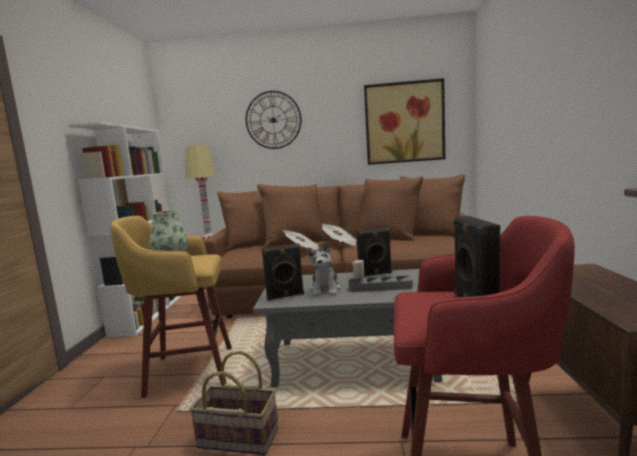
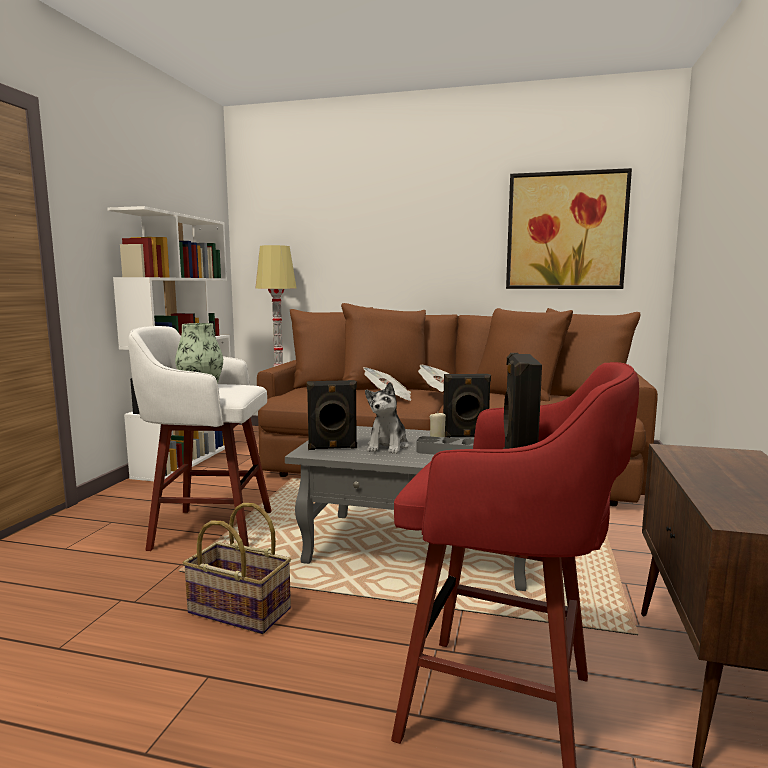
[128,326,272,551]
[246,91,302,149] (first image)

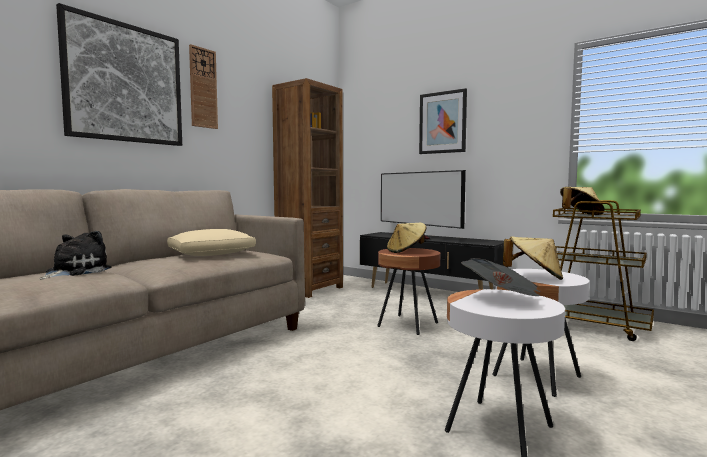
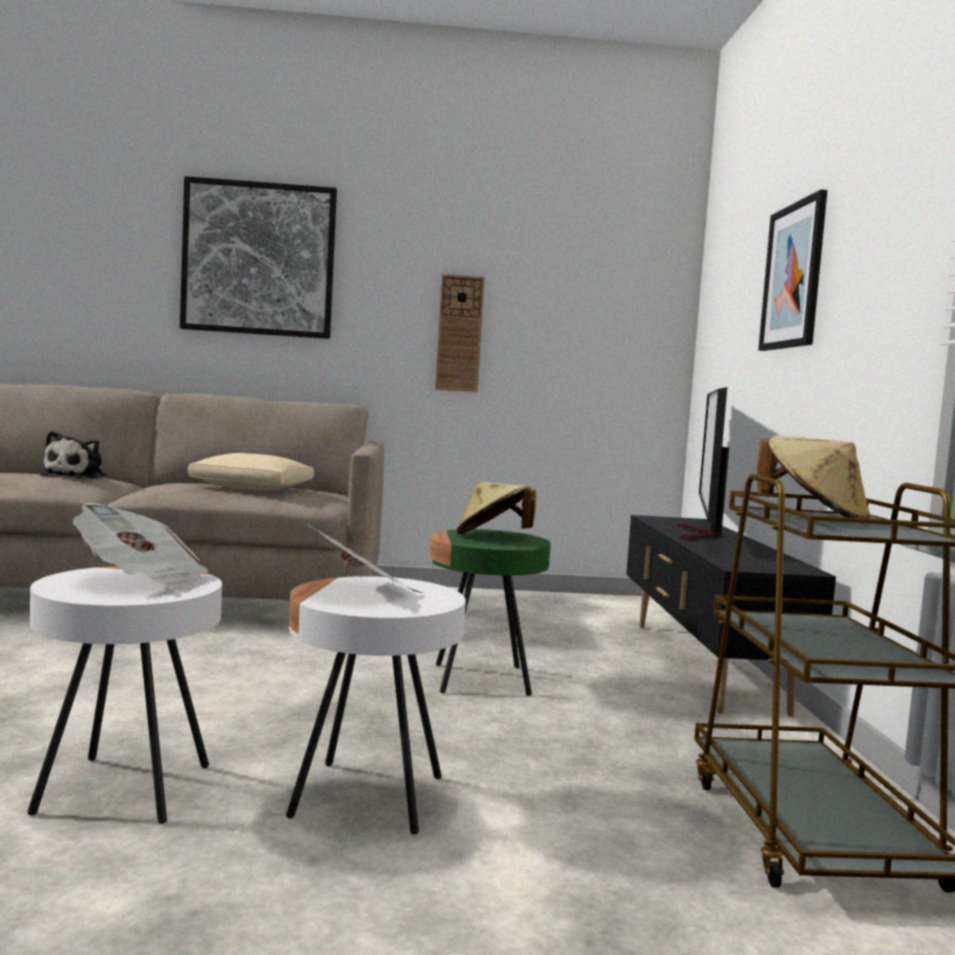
[40,431,108,479]
[435,274,485,392]
[272,78,343,298] (first image)
[430,529,551,696]
[293,520,423,593]

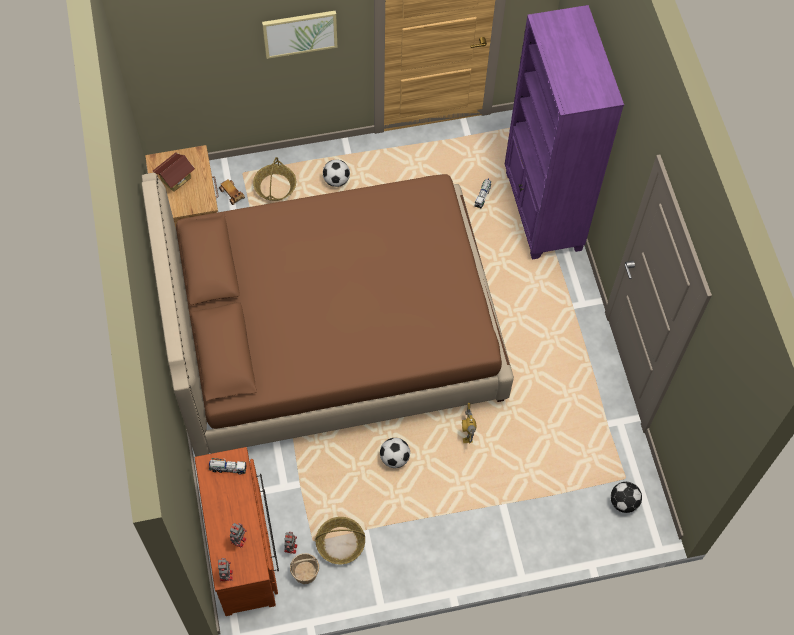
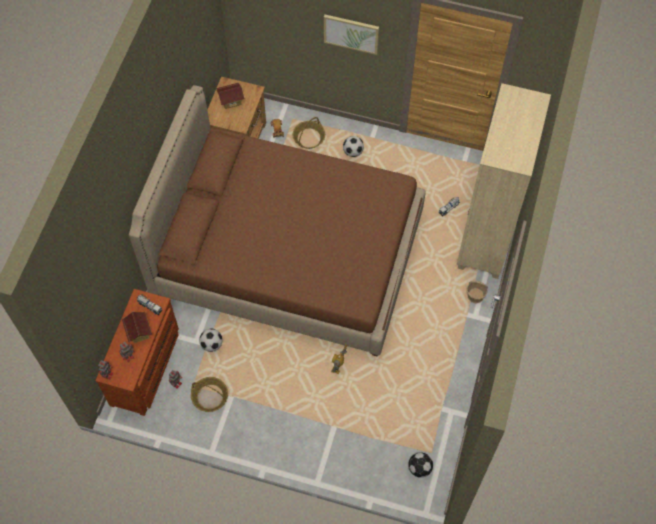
[467,281,488,303]
[199,329,223,352]
[457,83,551,279]
[122,312,152,343]

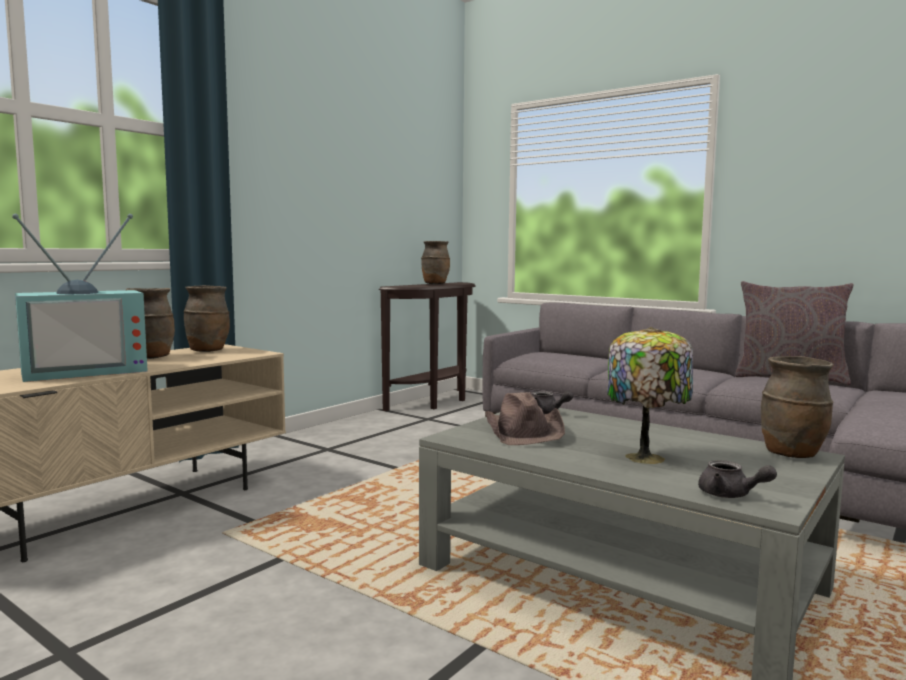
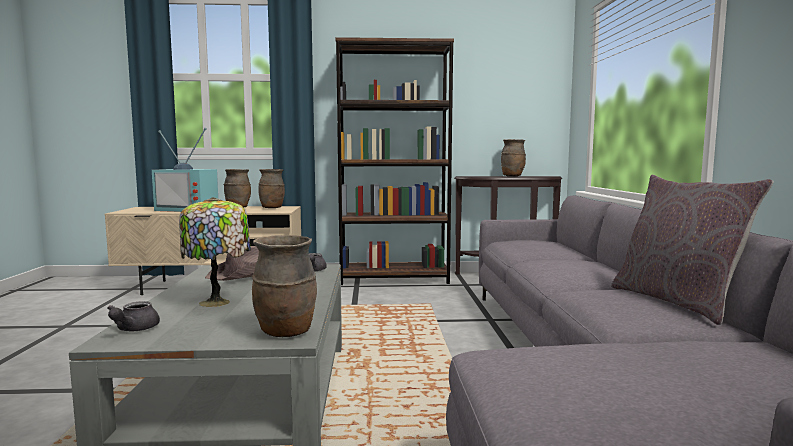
[335,37,454,285]

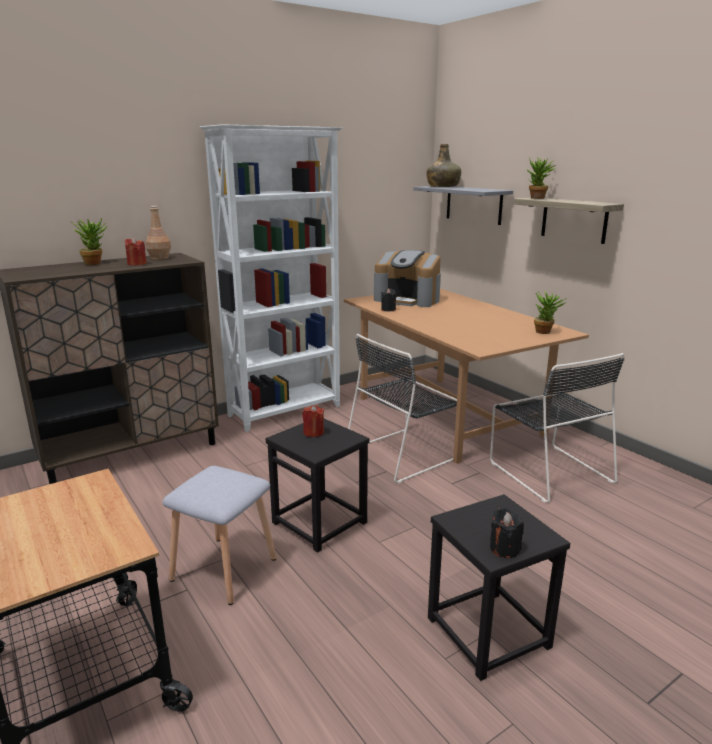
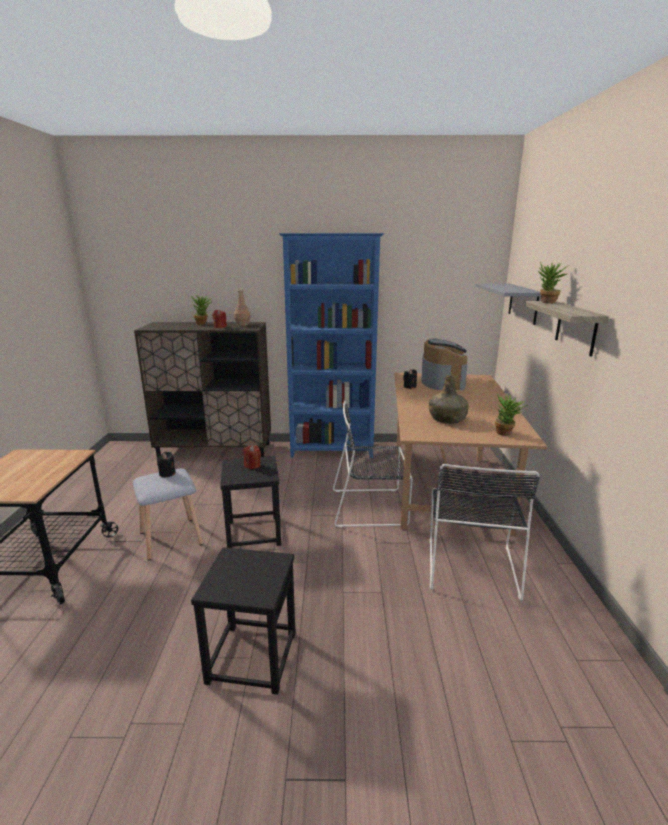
[279,233,384,458]
[421,338,467,390]
[429,375,469,424]
[156,452,176,477]

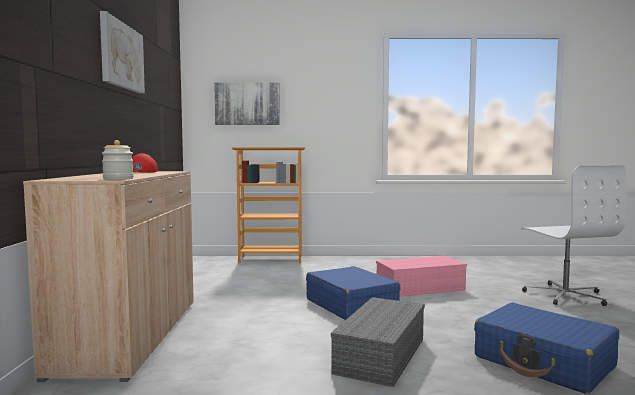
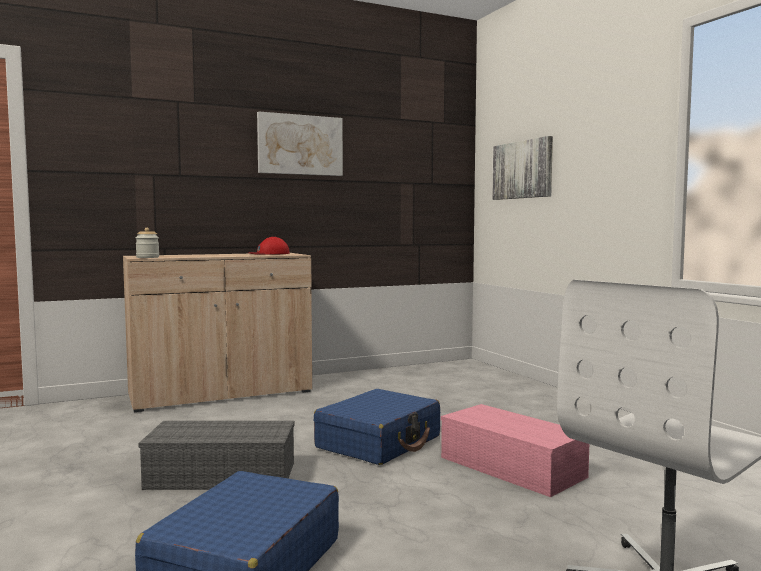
[232,148,305,263] (first image)

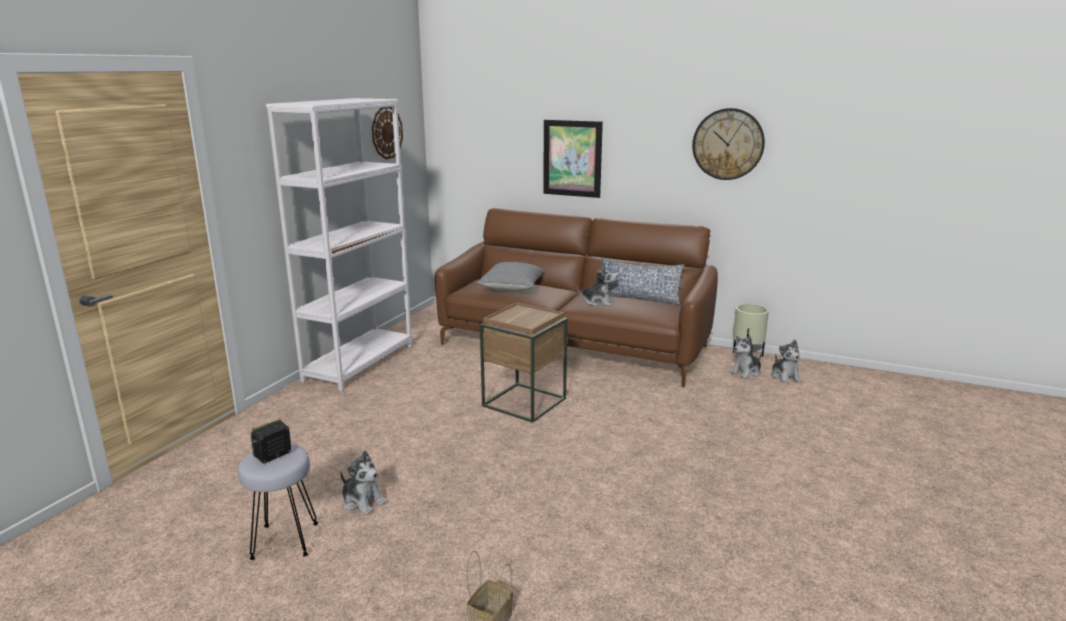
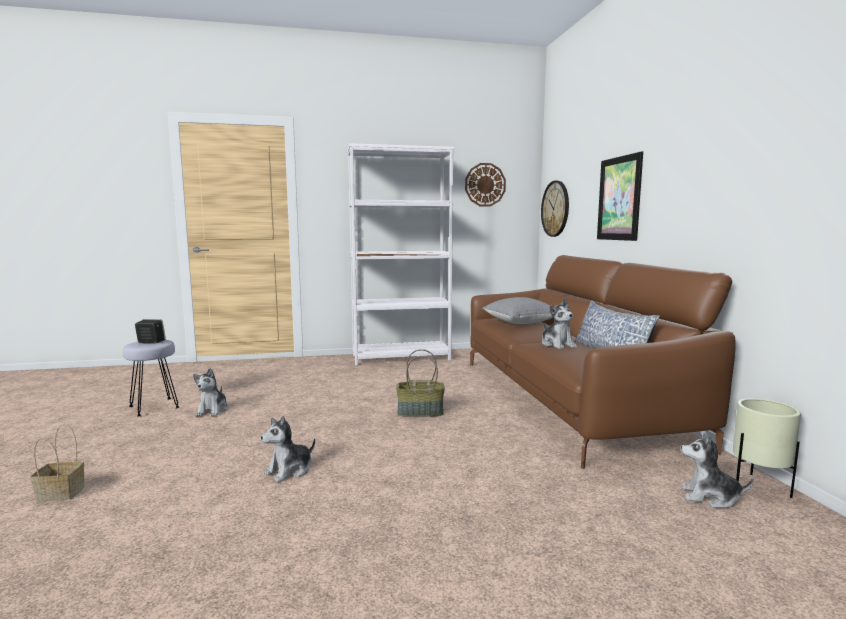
[396,349,445,417]
[541,181,569,237]
[261,416,315,483]

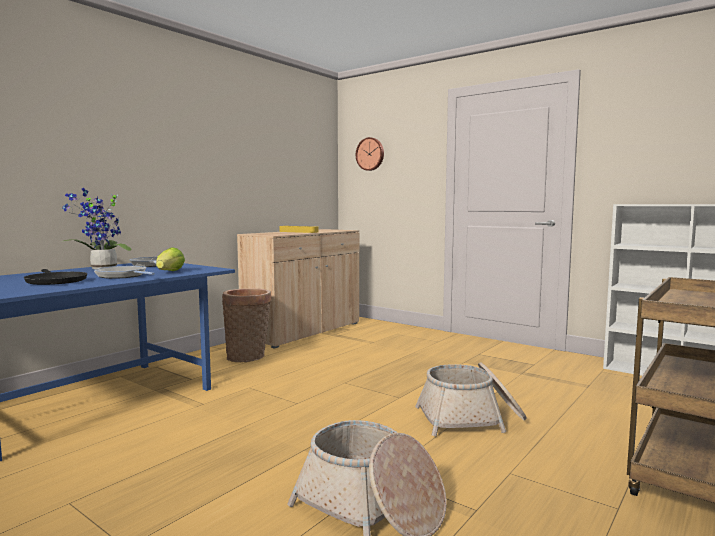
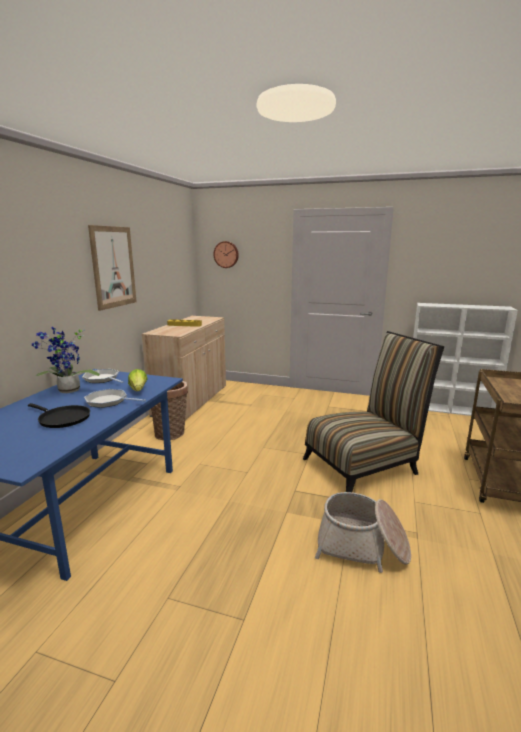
[303,331,444,492]
[88,225,137,311]

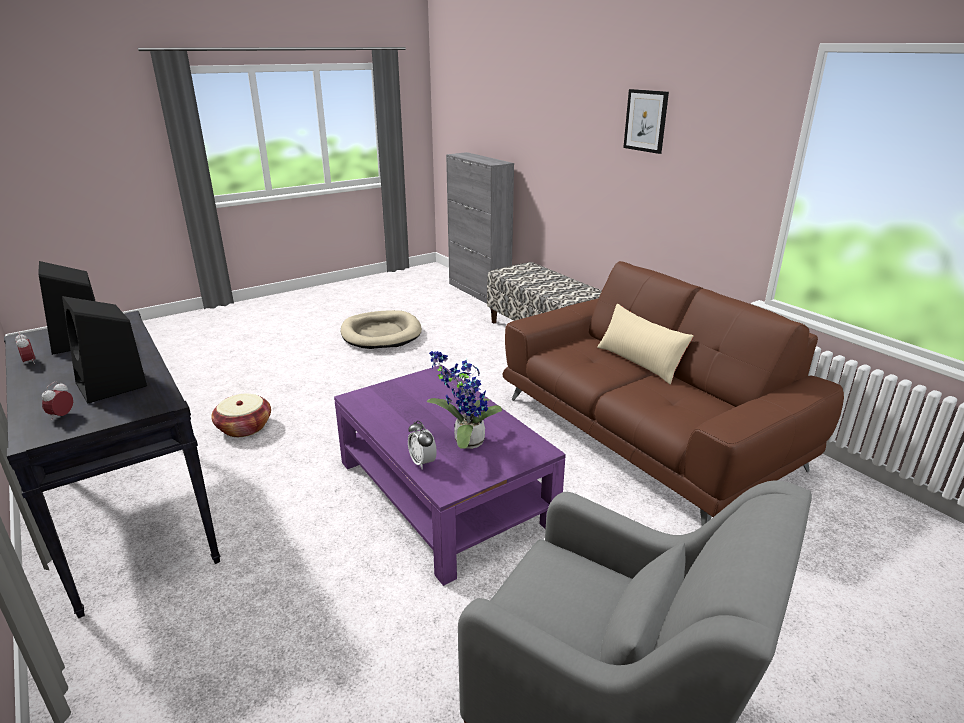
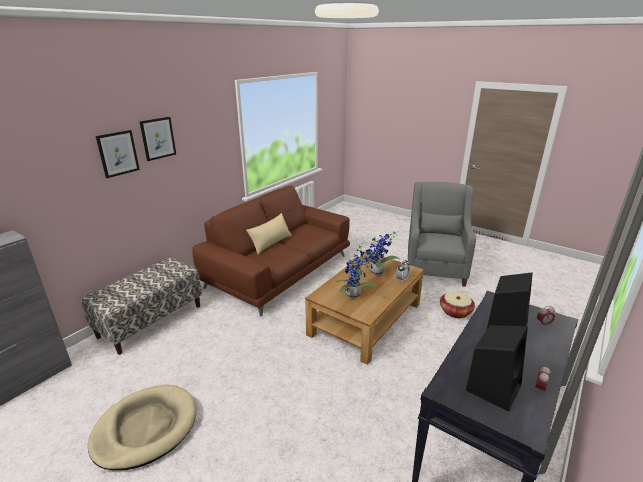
[440,291,475,318]
[305,252,424,365]
[96,130,140,178]
[336,244,375,298]

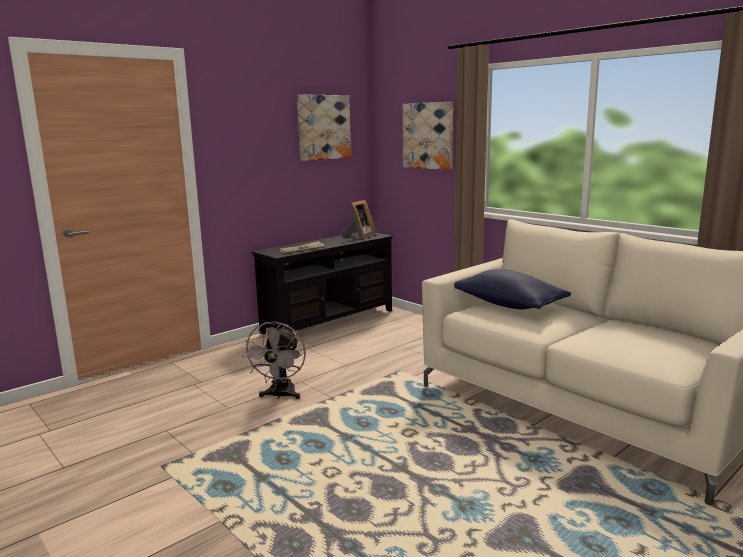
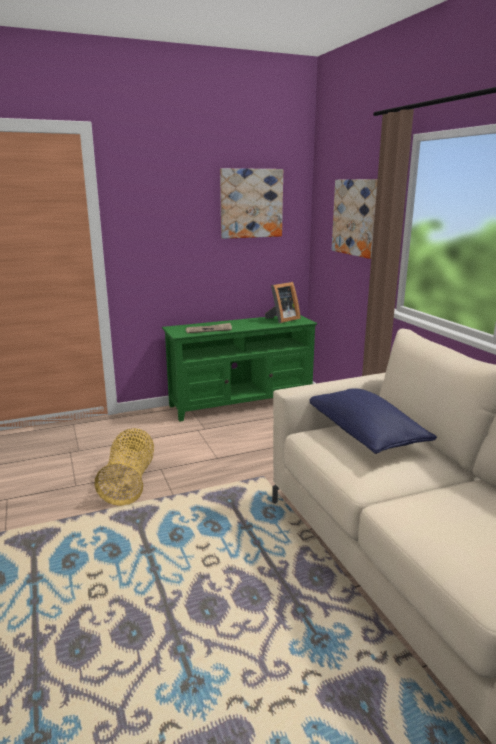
[95,428,154,506]
[162,315,317,422]

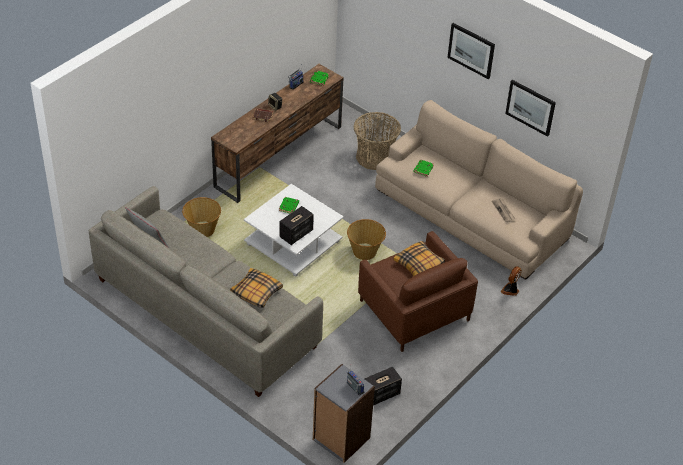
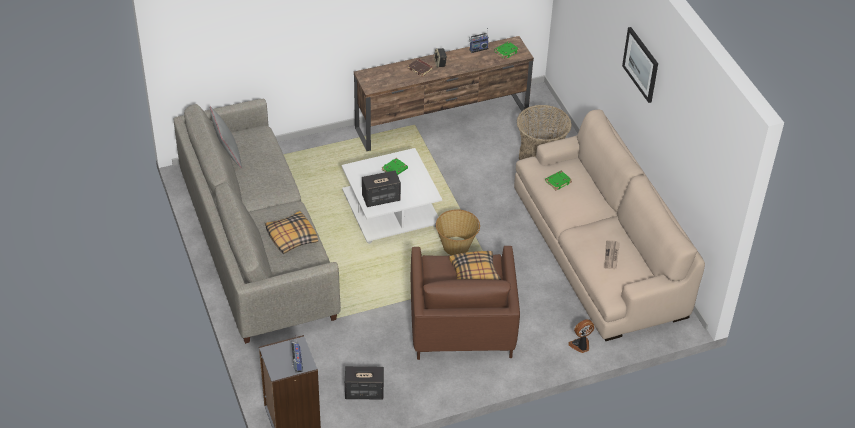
[182,197,221,237] (first image)
[505,80,556,137] (first image)

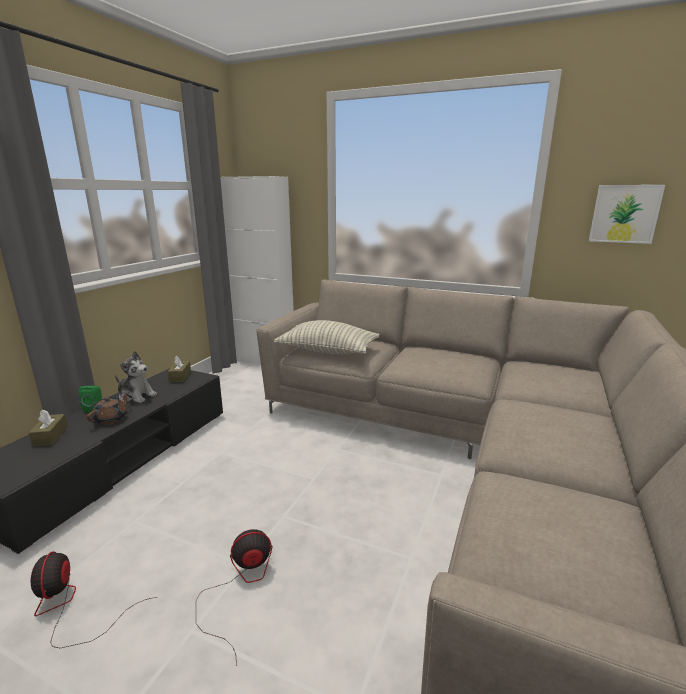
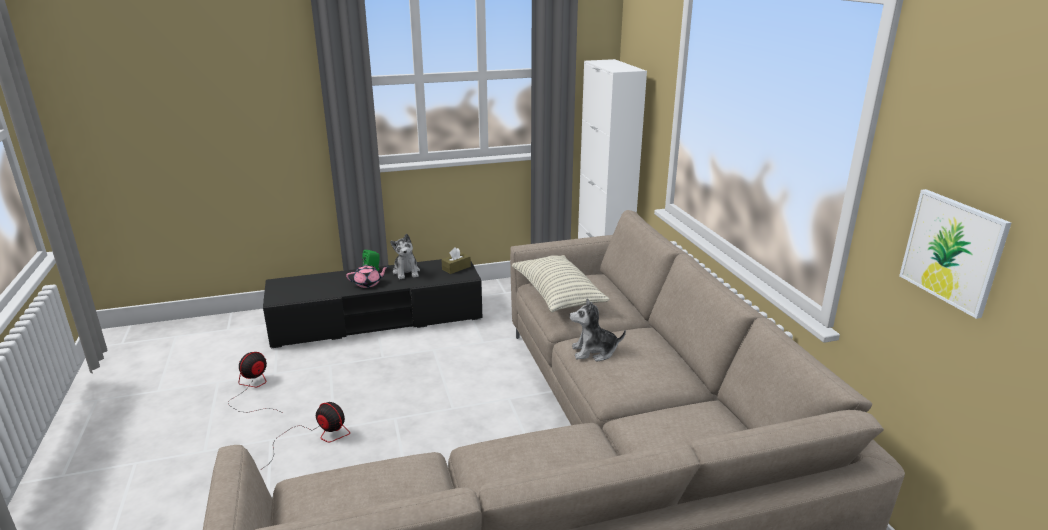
[29,409,68,447] (first image)
[346,265,389,288]
[569,298,626,362]

